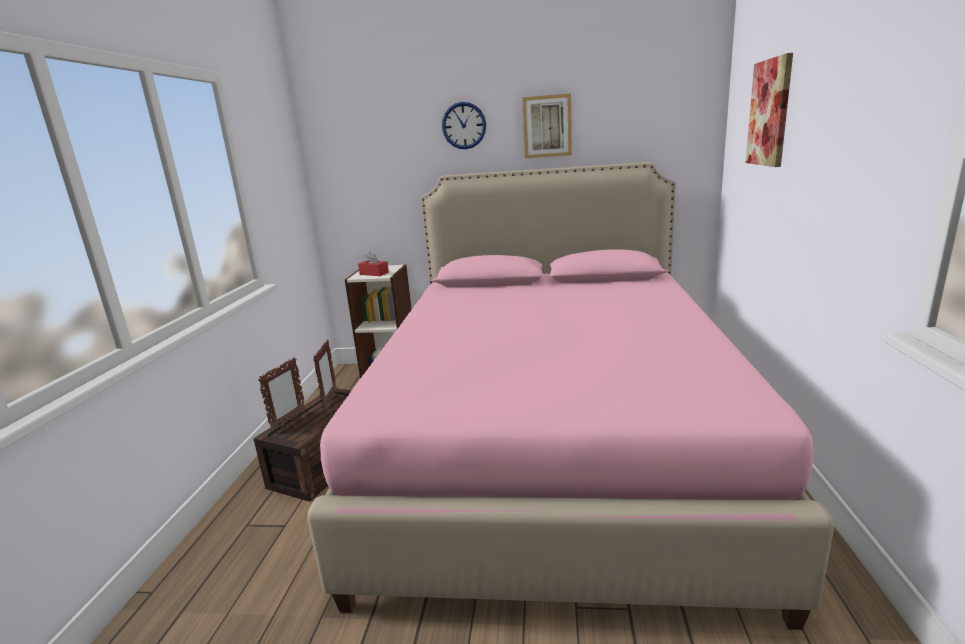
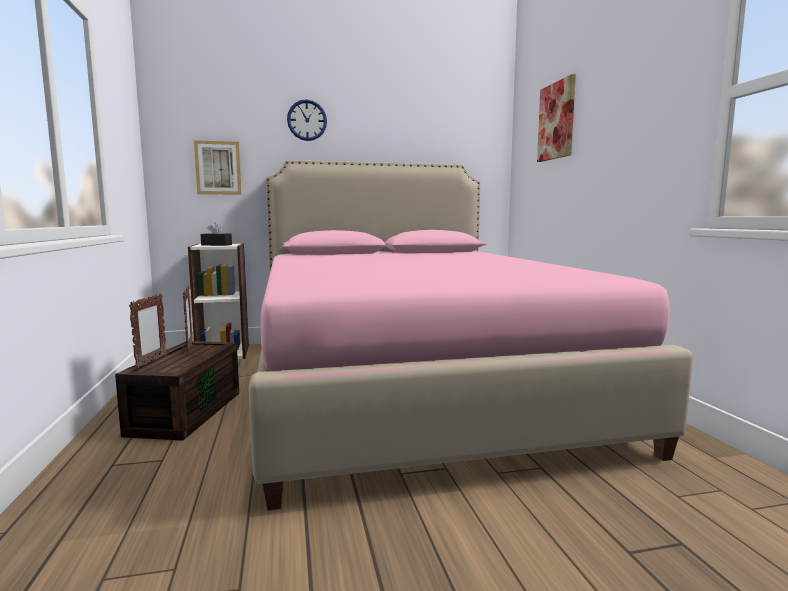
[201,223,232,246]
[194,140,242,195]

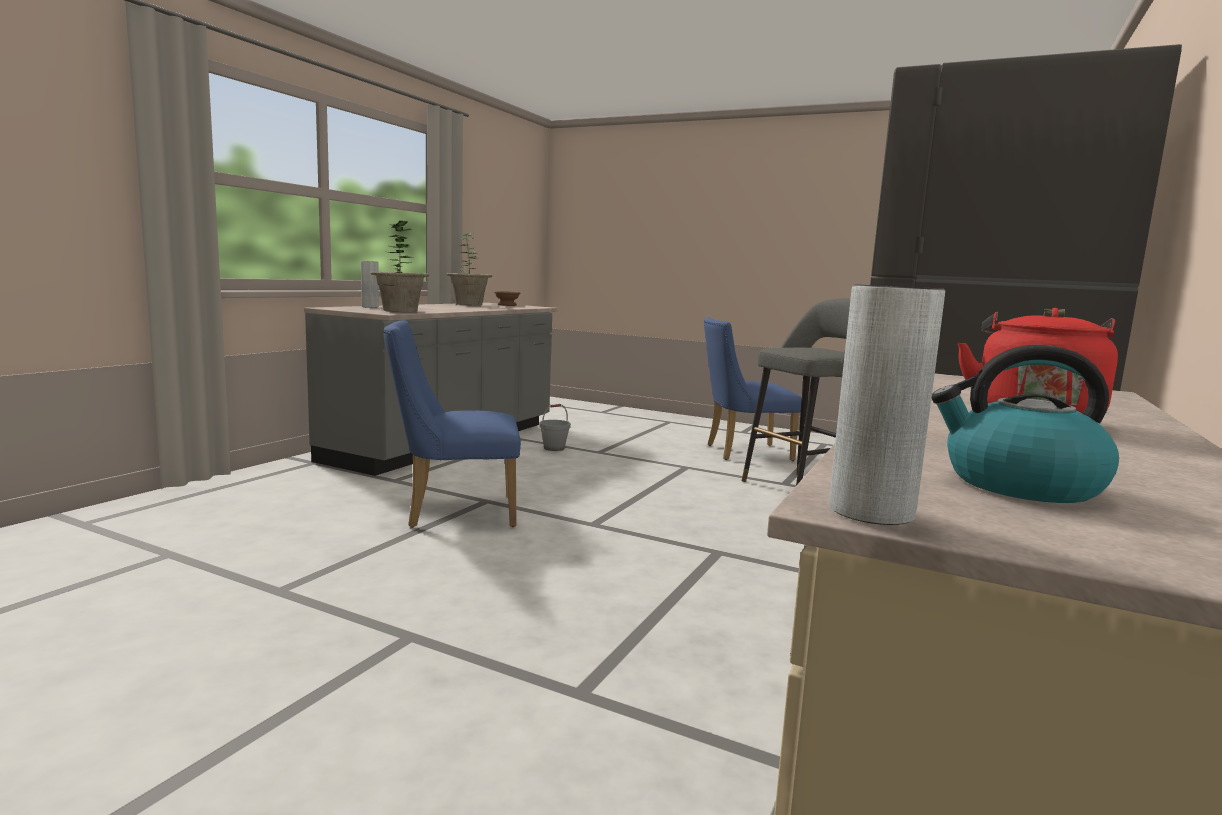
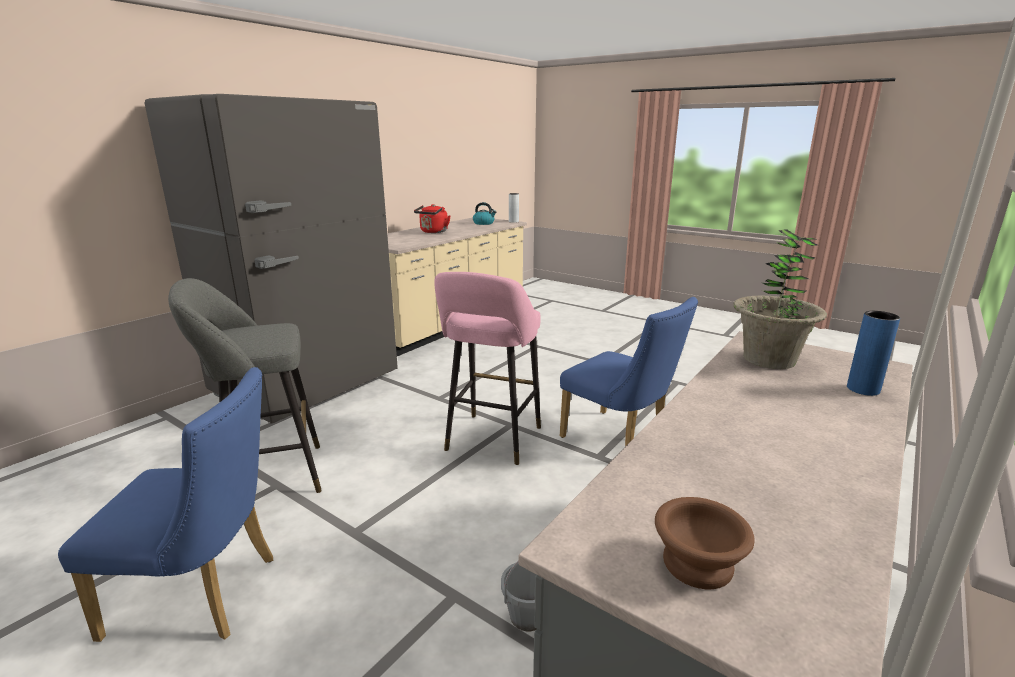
[847,311,900,396]
[560,297,698,447]
[446,233,492,306] (first image)
[434,272,541,465]

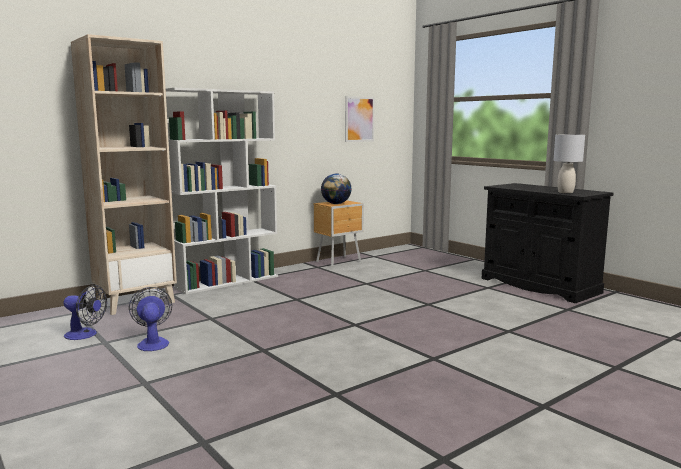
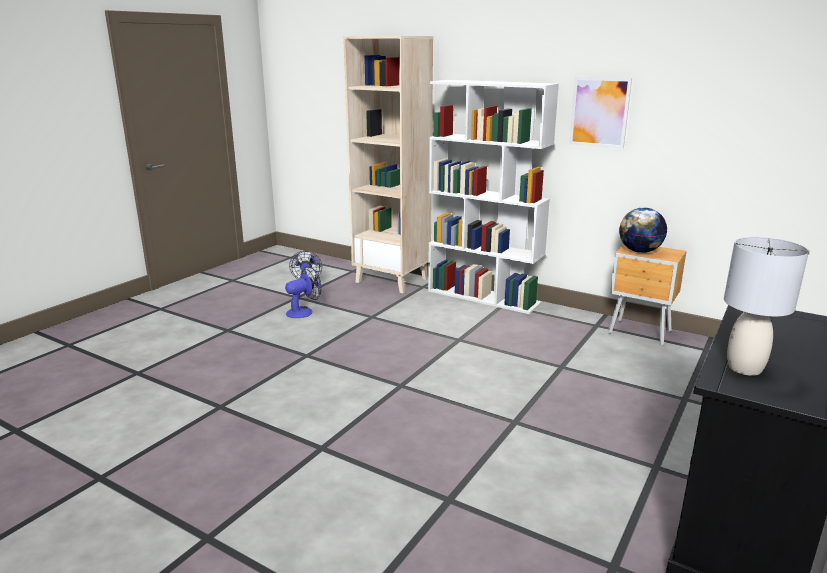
[569,77,632,149]

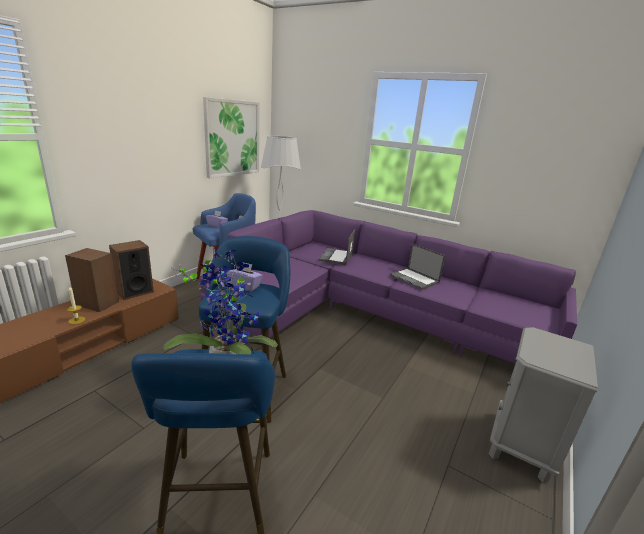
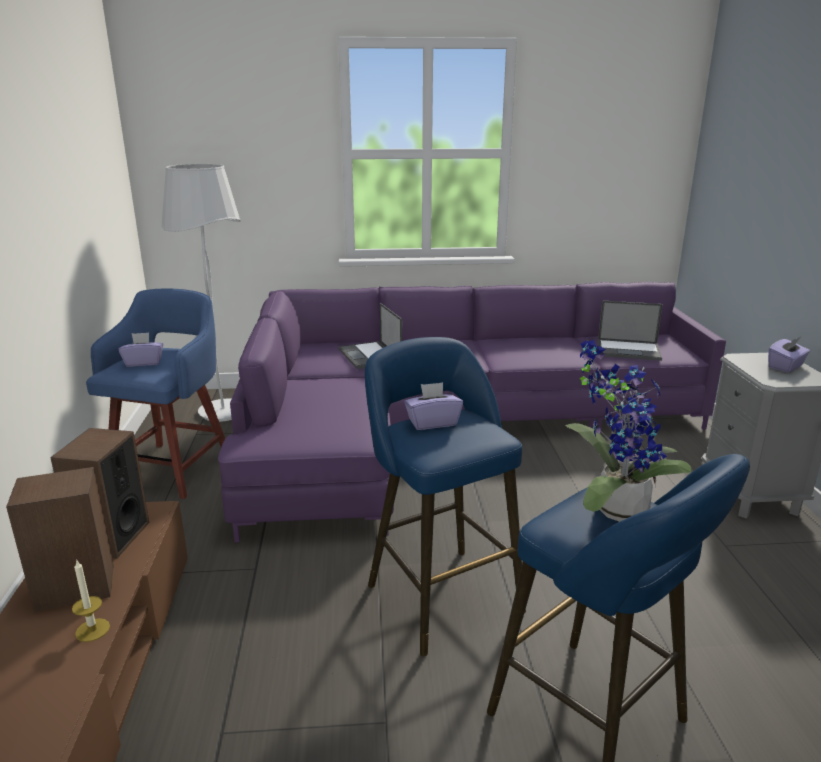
[203,97,259,178] (first image)
[598,300,663,361]
[768,336,810,373]

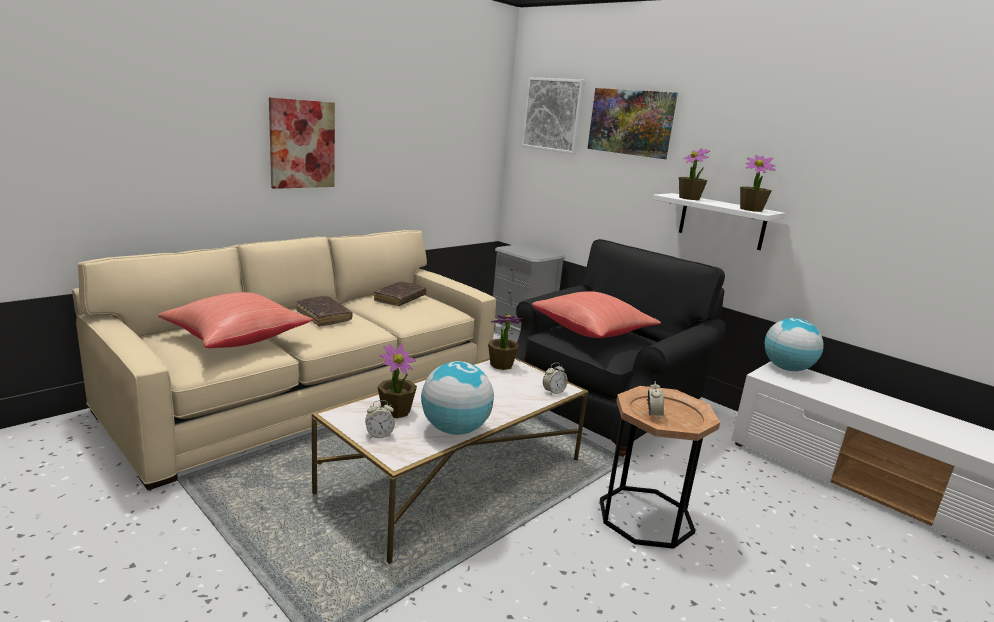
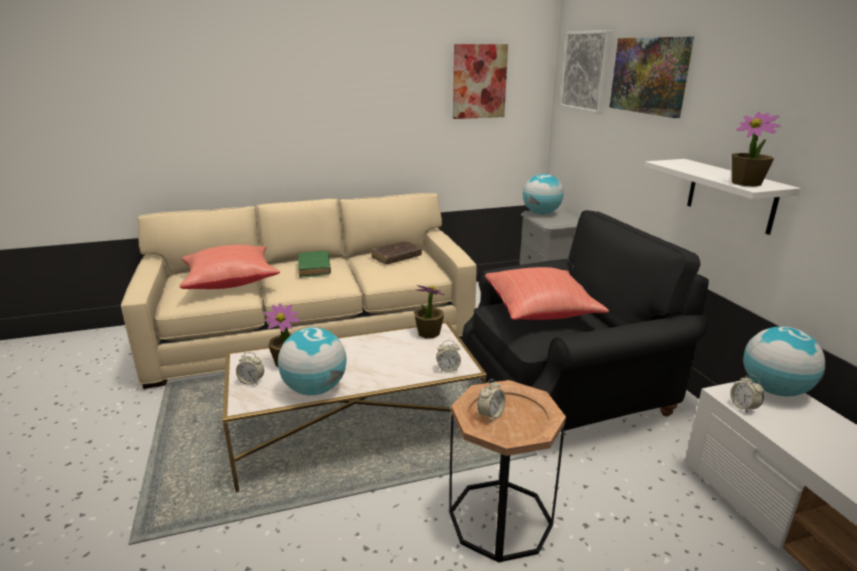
[453,44,508,119]
[298,251,331,278]
[679,148,710,200] (first image)
[523,174,564,214]
[731,375,764,413]

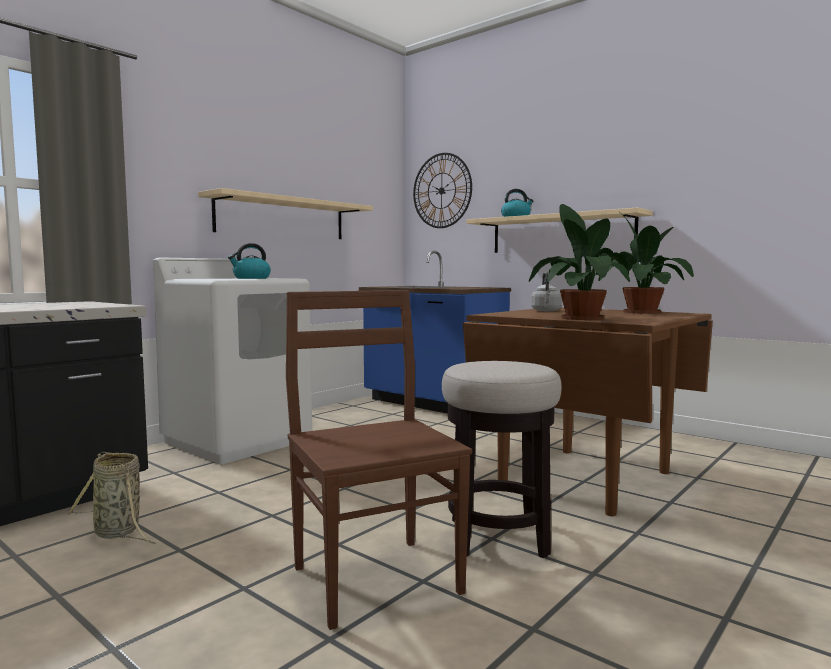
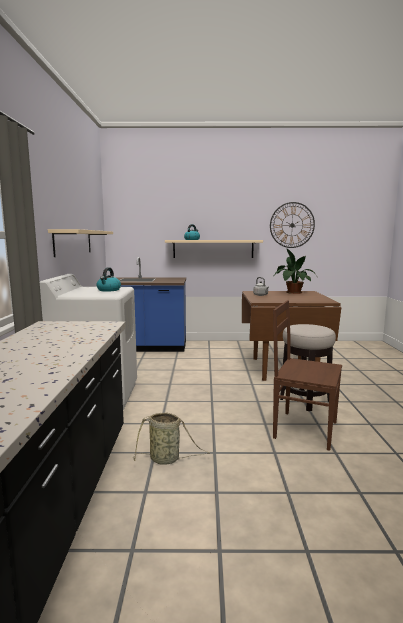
[270,202,315,248]
[529,204,630,320] (first image)

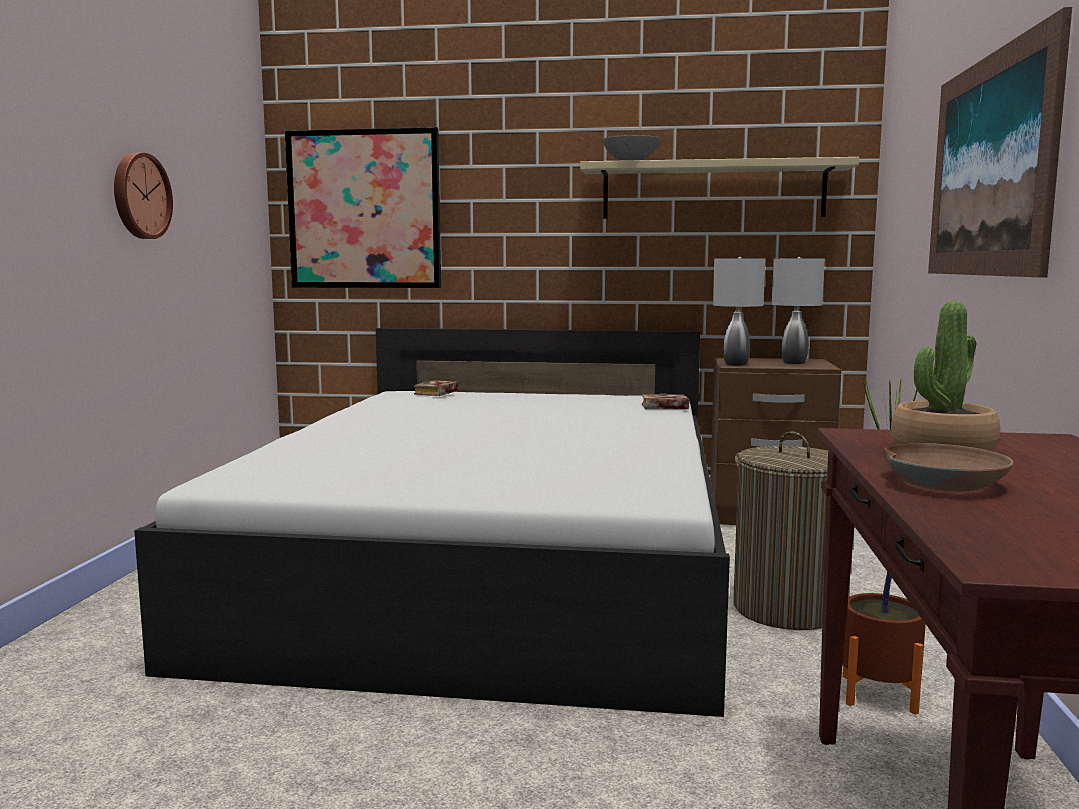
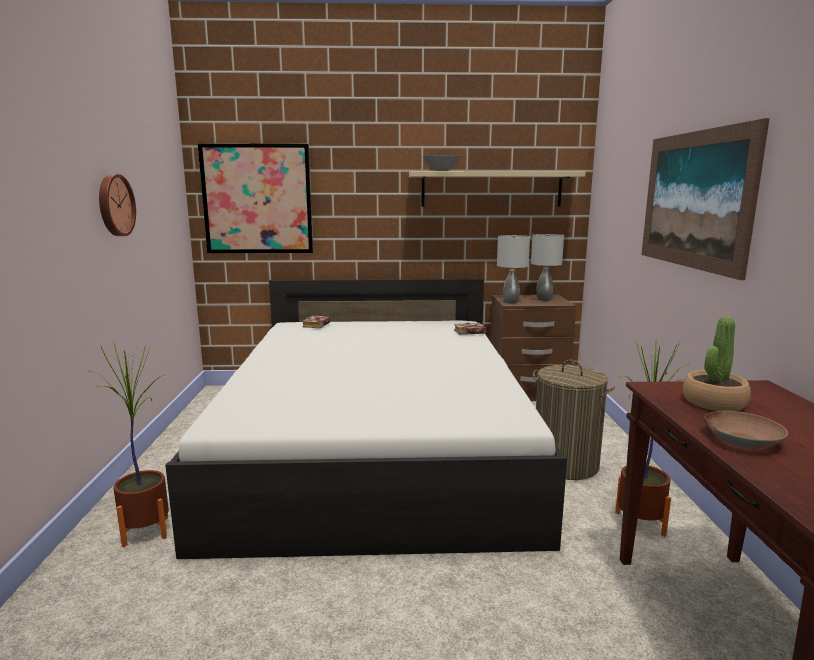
[87,343,169,547]

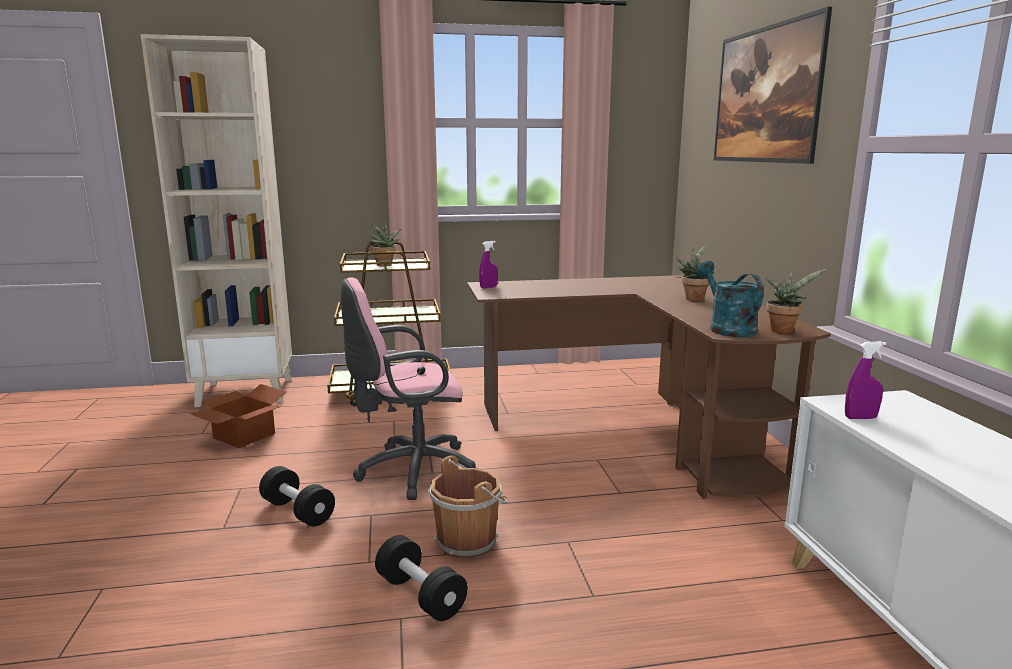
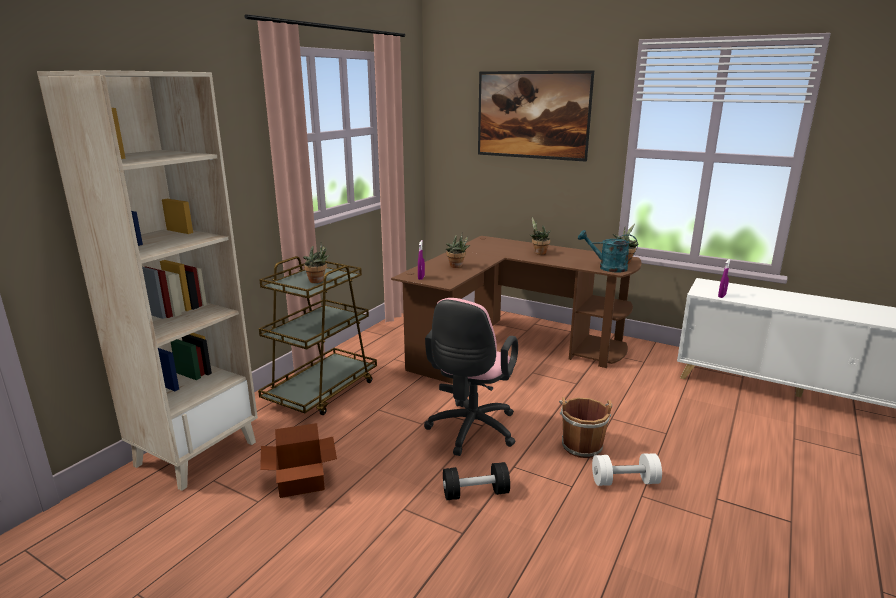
[592,453,662,486]
[446,234,470,268]

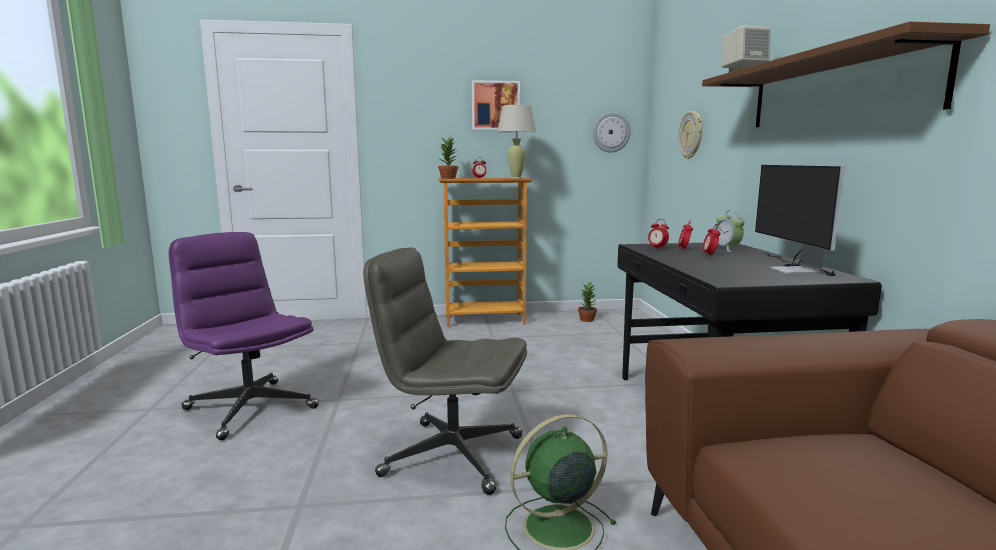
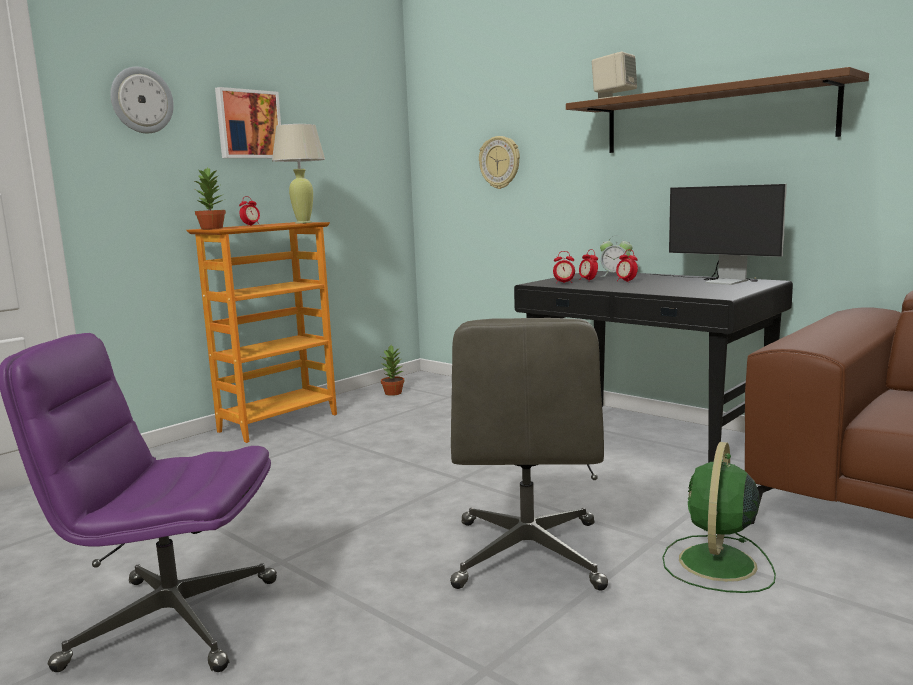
[450,318,608,591]
[110,67,174,133]

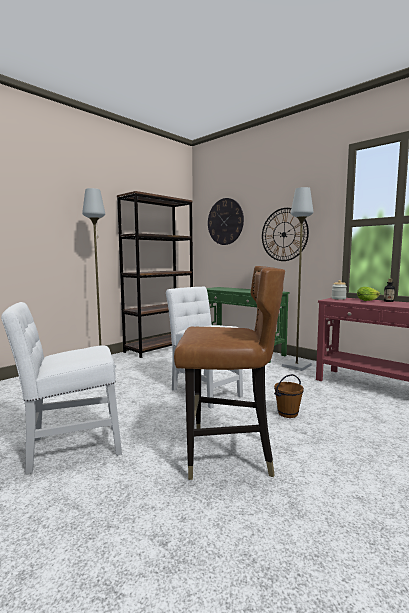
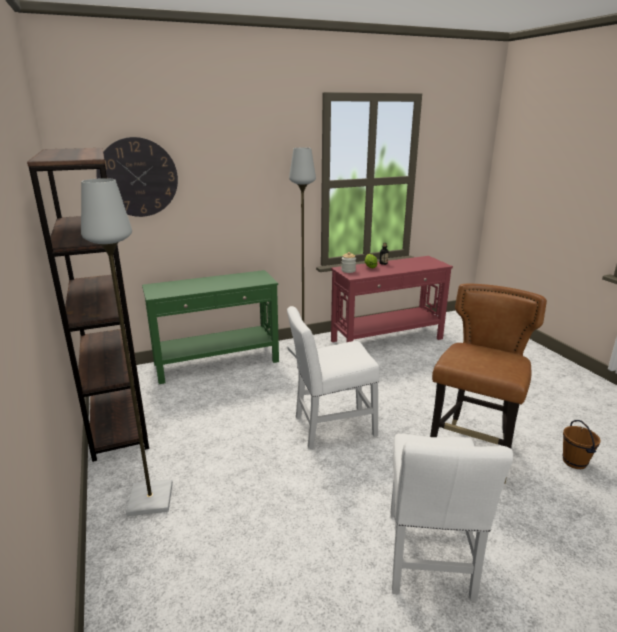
[262,208,309,261] (first image)
[563,420,601,469]

